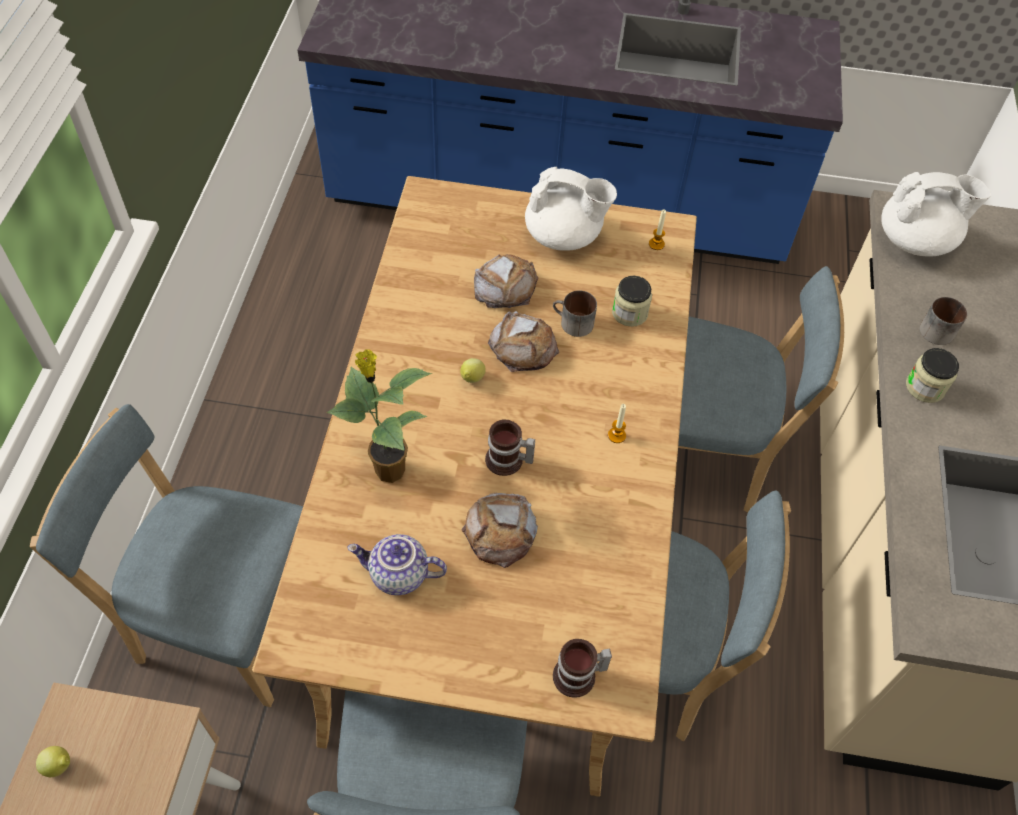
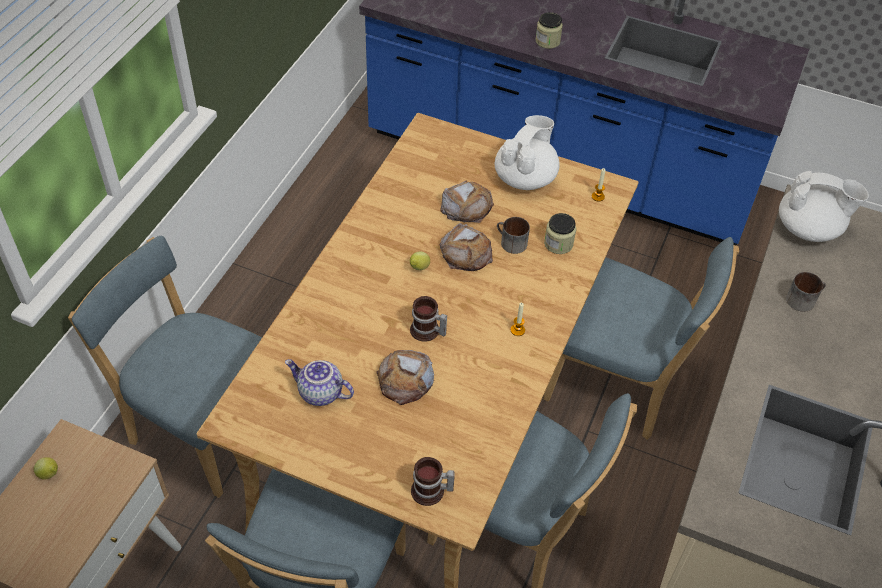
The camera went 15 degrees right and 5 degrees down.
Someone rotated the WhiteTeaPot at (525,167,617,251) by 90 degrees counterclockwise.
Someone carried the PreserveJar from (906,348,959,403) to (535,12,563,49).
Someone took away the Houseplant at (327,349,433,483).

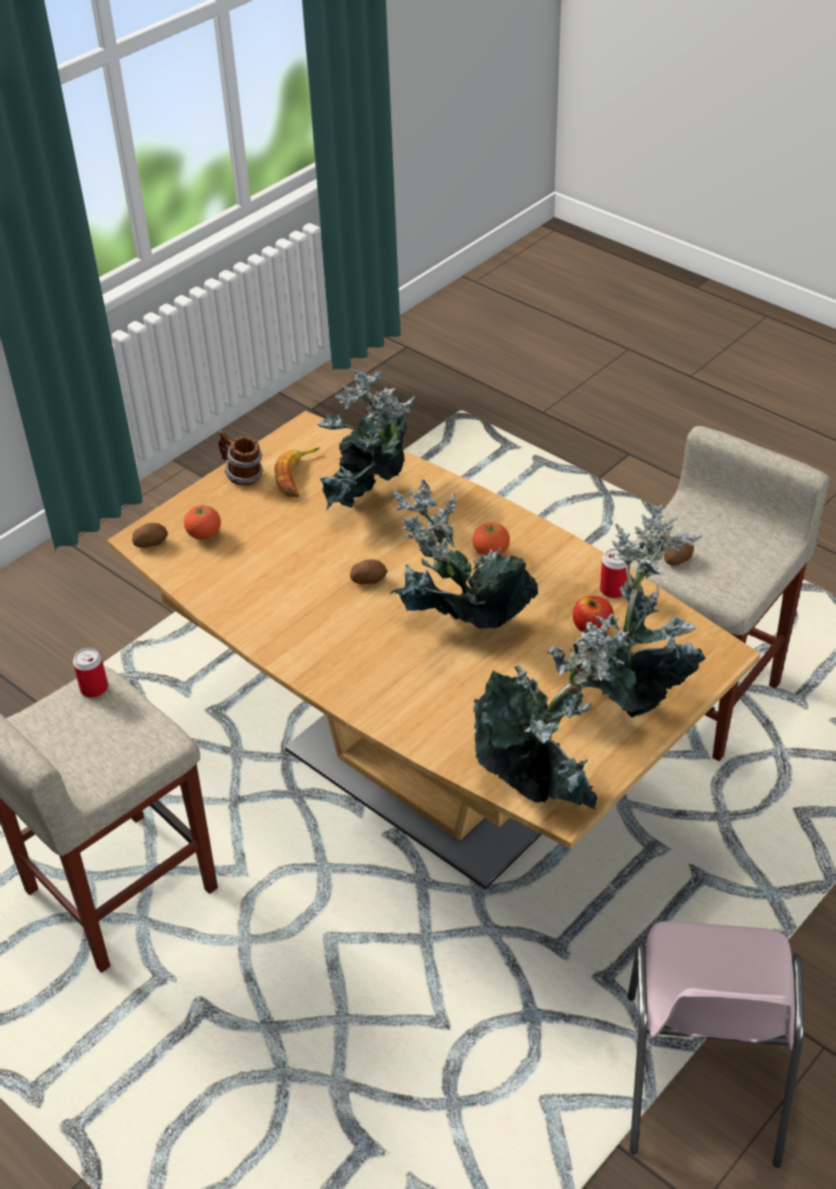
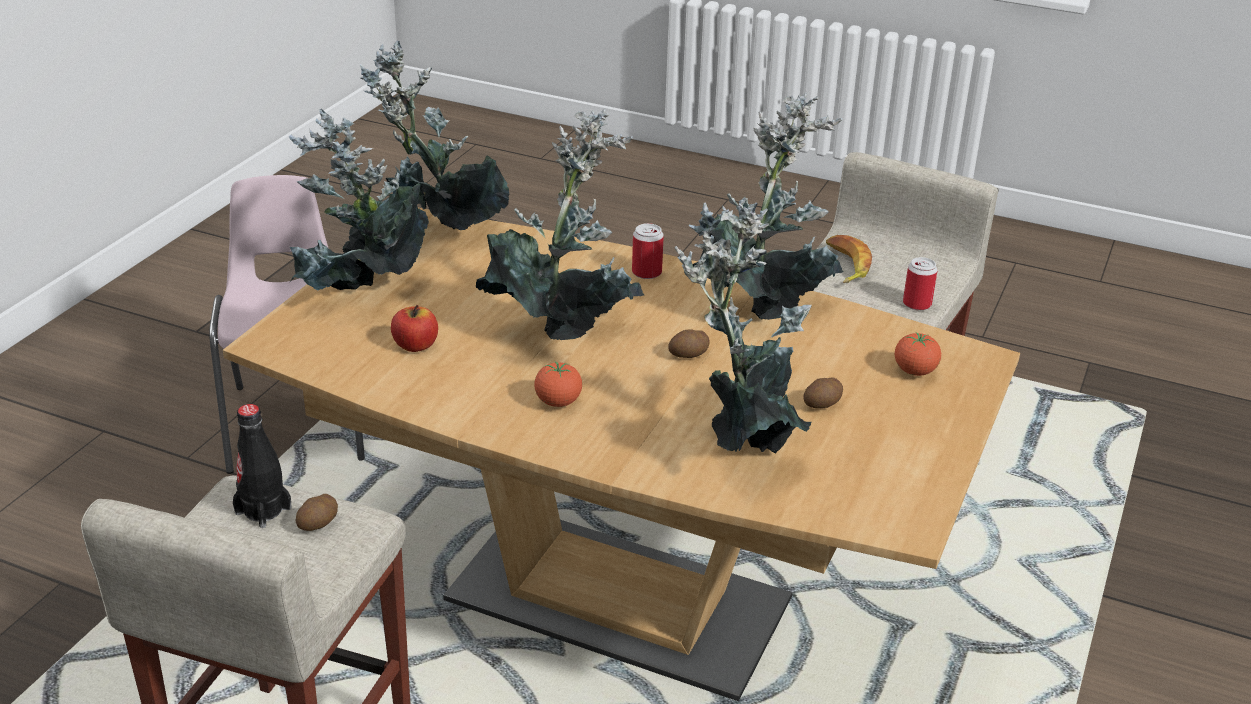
The camera went 160 degrees right and 10 degrees down.
Someone put down the BlackDrinkBottle at (233,404,292,528).
Someone carried the Can from (600,548,630,598) to (632,223,664,279).
Someone put down the Houseplant at (693,93,844,320).
Someone carried the WholePotato from (132,523,168,548) to (803,377,843,408).
Someone carried the WholeBanana from (274,447,319,498) to (826,235,872,283).
Someone took away the CoffeeMug at (218,430,263,485).

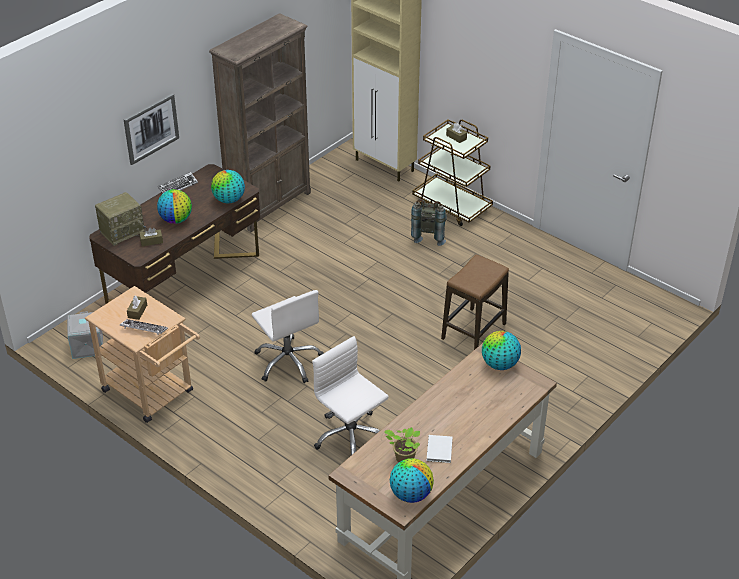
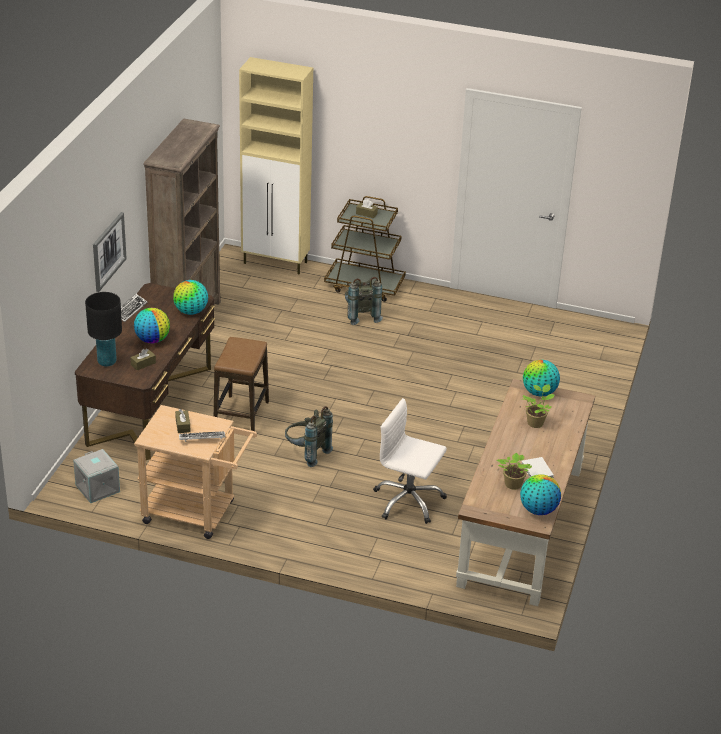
The camera went 25 degrees left and 5 degrees down.
Someone swapped the RadioReceiver at (95,192,147,246) for the BlackLampForATable at (85,292,122,366).
Someone carried the Stool from (441,254,509,350) to (214,337,269,431).
Someone swapped the WhiteDeskChair at (252,290,324,383) for the GrayBackpack at (285,406,333,467).
Someone put down the Houseplant at (522,384,555,428).

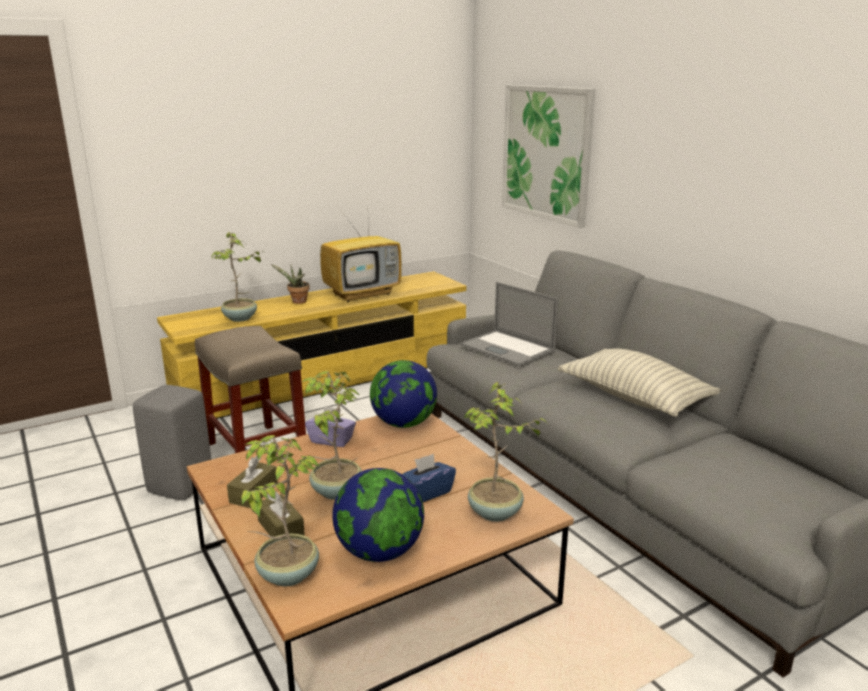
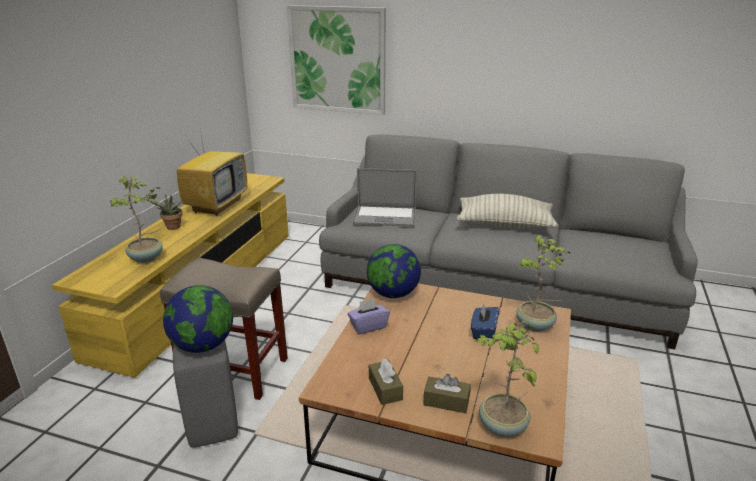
The camera went 40 degrees left and 5 degrees up.
Someone carried the Globe from (332,468,424,562) to (163,285,233,353).
Someone took away the Houseplant at (302,371,362,500).

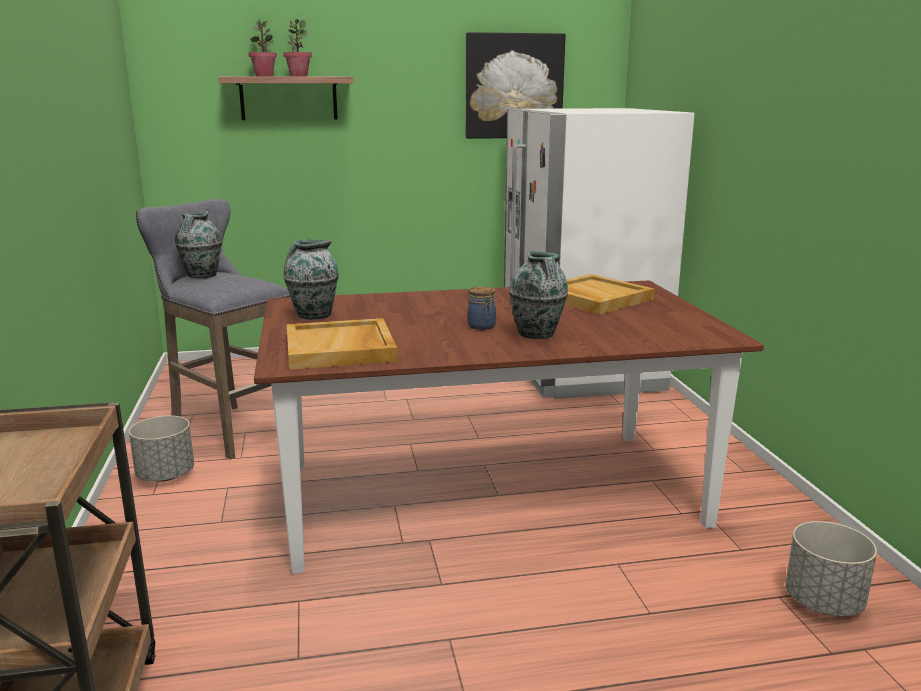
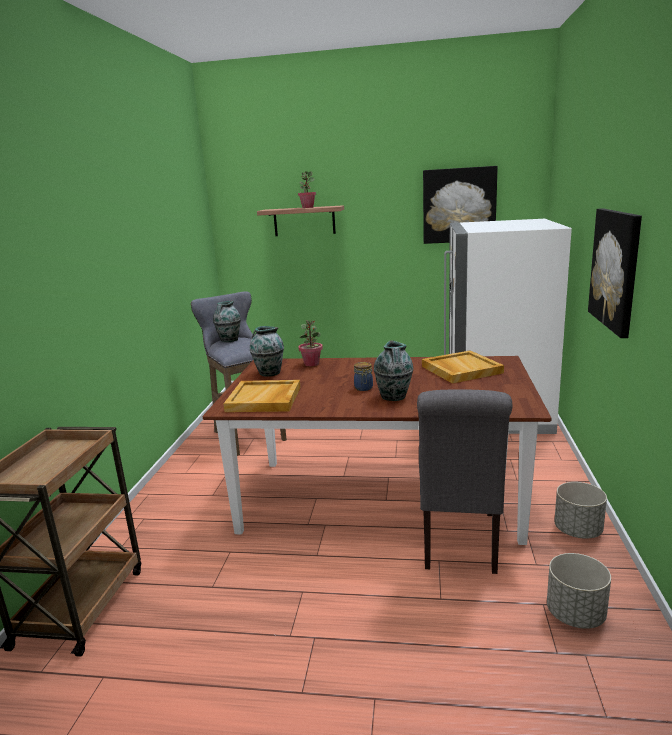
The camera went 20 degrees right and 0 degrees up.
Someone carried the Houseplant from (248,20,277,76) to (298,320,323,366).
Someone put down the GrayUprightChair at (417,389,512,574).
Someone carried the GrayFlowerPot from (129,416,194,482) to (554,482,607,539).
Someone put up the WallPicture at (588,208,642,338).

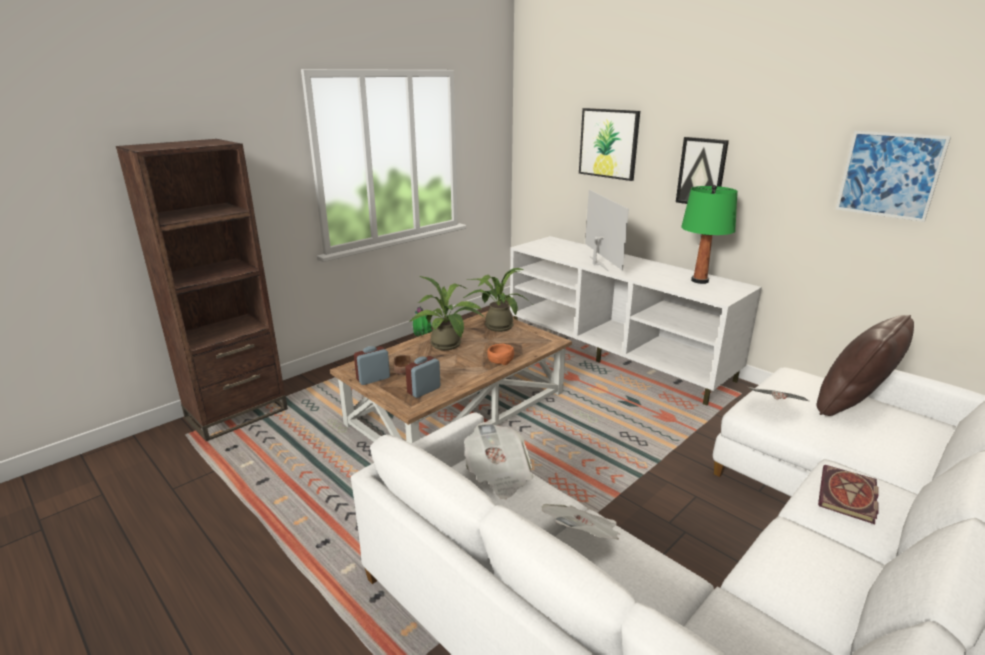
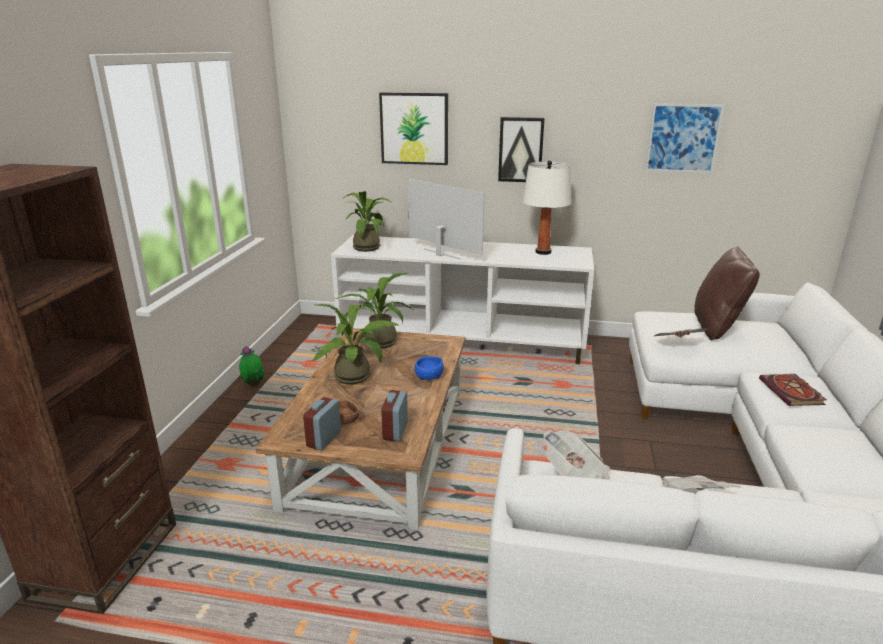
The camera went 35 degrees left and 0 degrees up.
Someone put down the Houseplant at (342,191,391,252).
Someone repainted the OrangeColouredDeepDish at (487,344,514,365), which became the BluishDeepDish at (415,356,444,380).
Someone repainted the GreenishLampForATable at (681,185,738,284), which became the WhiteLampForATable at (522,160,572,255).

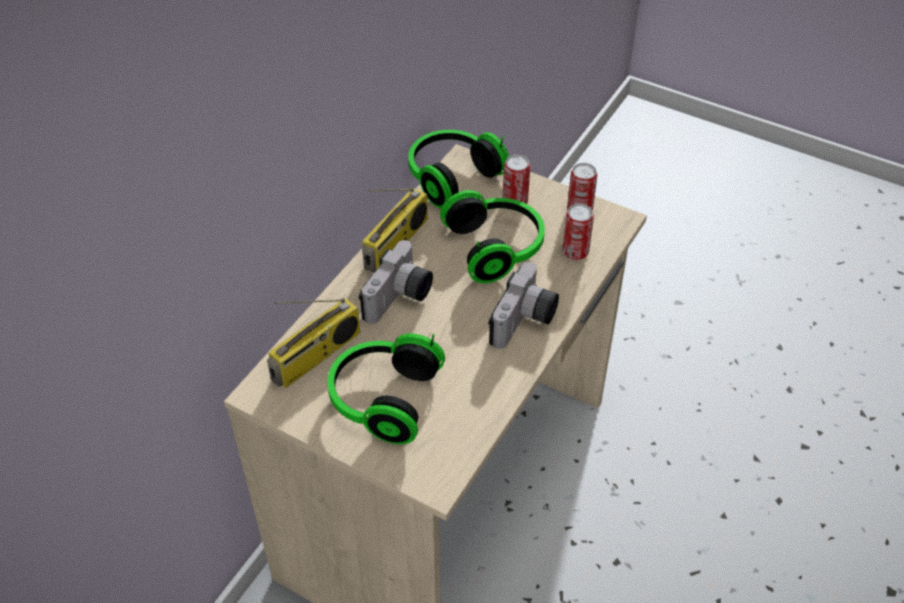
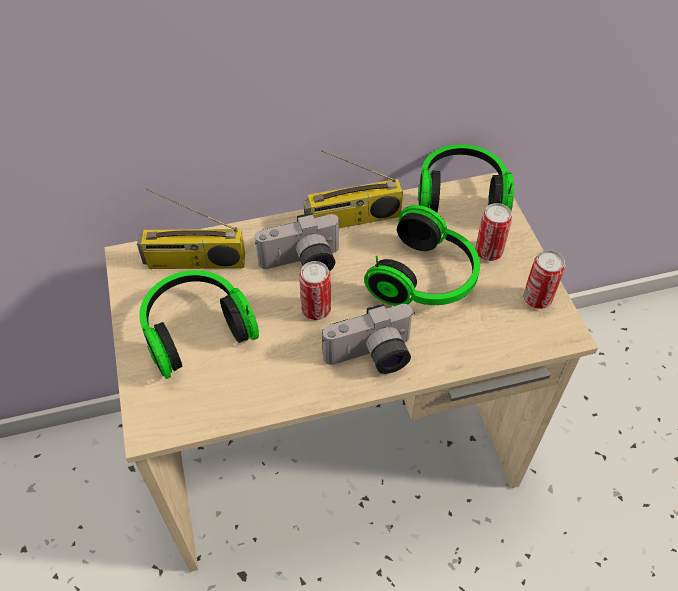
The camera went 45 degrees right and 5 degrees up.
Someone carried the Can from (562,204,594,260) to (299,261,331,320).

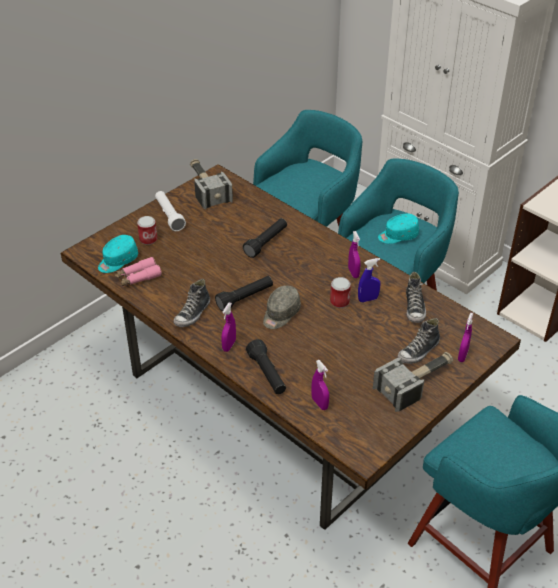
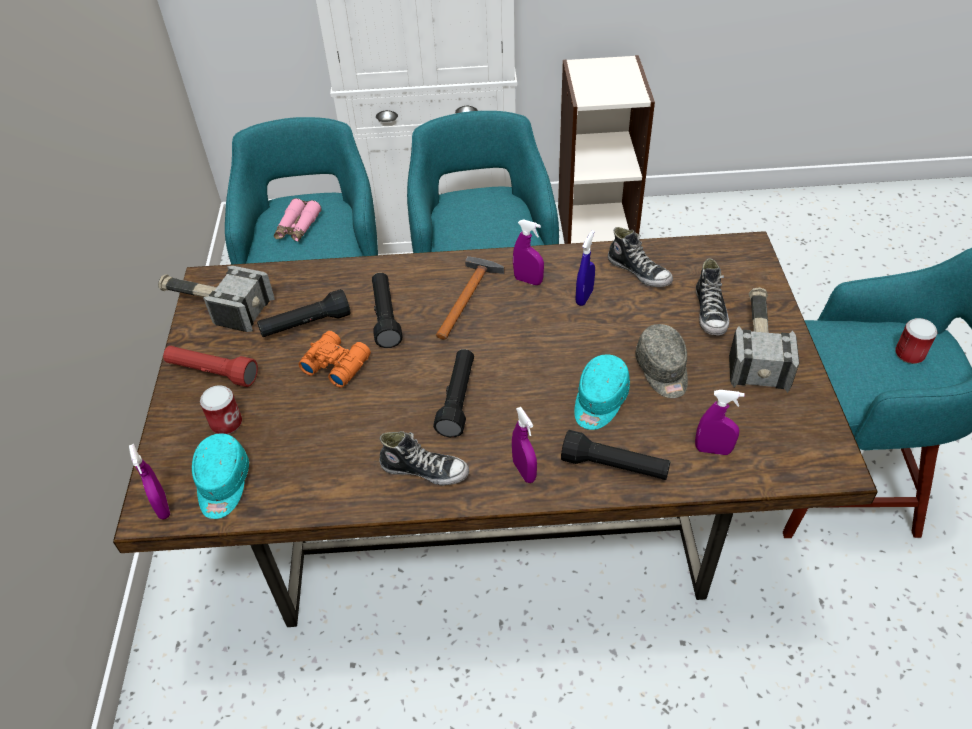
The camera went 45 degrees left and 5 degrees up.
Someone carried the PurpleSprayer from (458,313,473,362) to (129,444,170,520).
Someone repainted the WhiteHandTorch at (155,191,186,231), which became the RedColouredHandTorch at (163,346,258,387).
Someone put down the BlackHandTorch at (257,289,351,337).
Someone carried the PinkColouredFieldGlasses from (114,257,162,287) to (274,198,322,242).
Someone put down the OrangeColouredFieldGlasses at (298,331,371,388).
Someone rotated the ItemOfFootwear at (173,279,210,327) by 60 degrees counterclockwise.
Someone put down the Hammer at (436,256,505,340).
Someone carried the TurquoiseColouredPeakedCap from (378,213,419,244) to (574,354,630,430).
Someone carried the GrayPeakedCap from (263,285,301,329) to (635,324,688,398).
Someone carried the Can from (330,277,351,308) to (895,318,937,364).

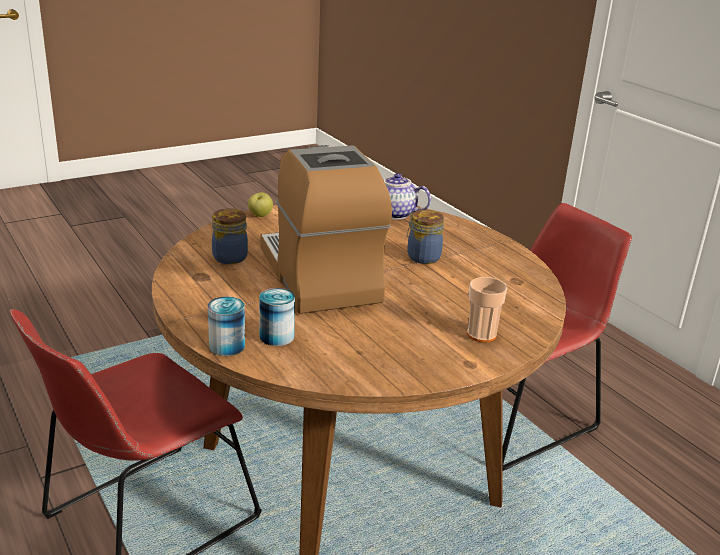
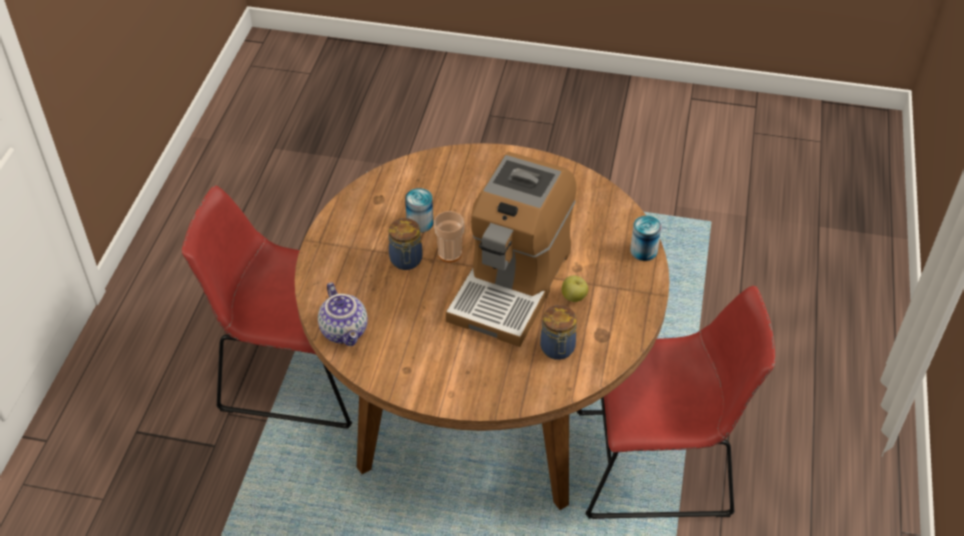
The camera went 135 degrees left and 20 degrees up.
Someone carried the Can from (259,288,295,346) to (405,188,433,233).
Someone carried the DrinkingCup from (467,277,507,342) to (434,211,464,262).
Someone carried the AppleFruit from (248,192,273,217) to (562,275,588,302).

